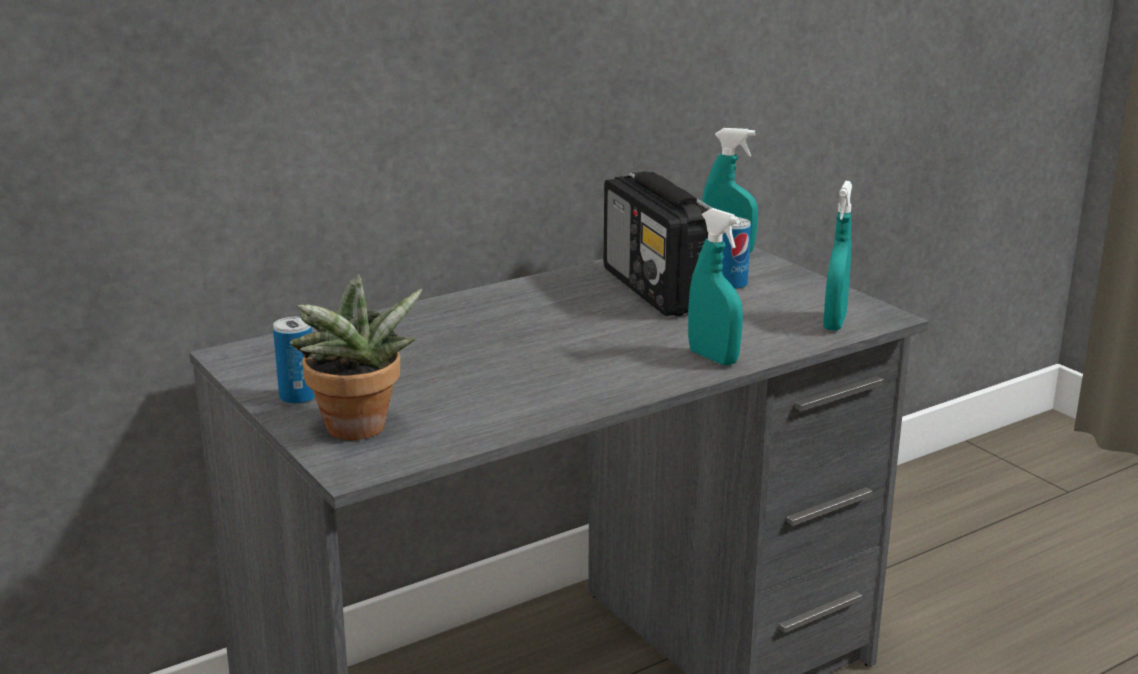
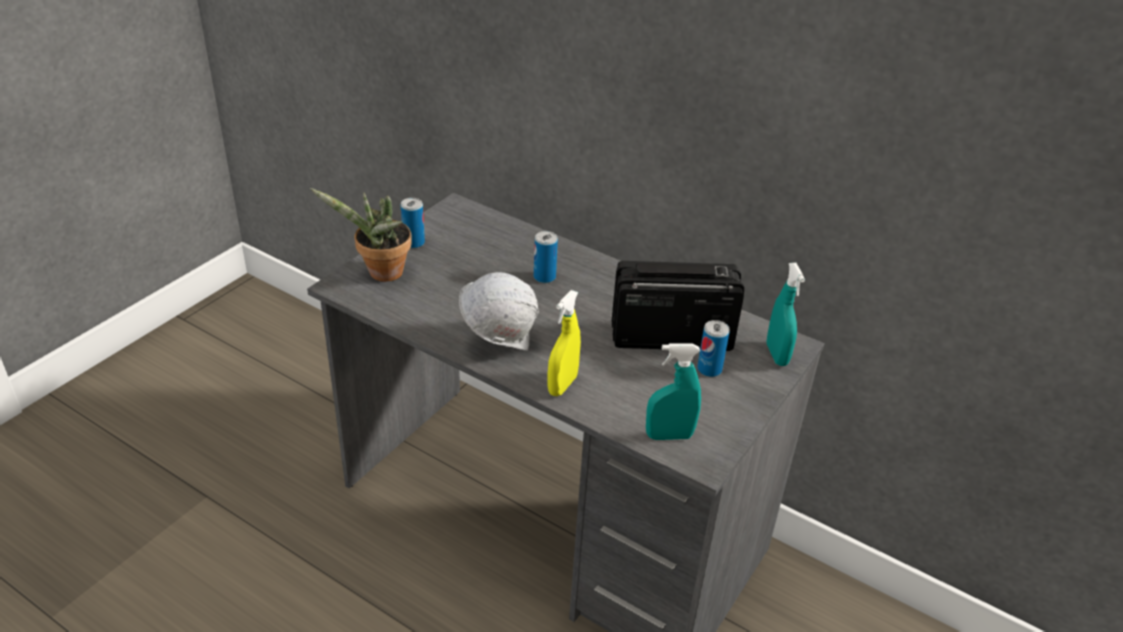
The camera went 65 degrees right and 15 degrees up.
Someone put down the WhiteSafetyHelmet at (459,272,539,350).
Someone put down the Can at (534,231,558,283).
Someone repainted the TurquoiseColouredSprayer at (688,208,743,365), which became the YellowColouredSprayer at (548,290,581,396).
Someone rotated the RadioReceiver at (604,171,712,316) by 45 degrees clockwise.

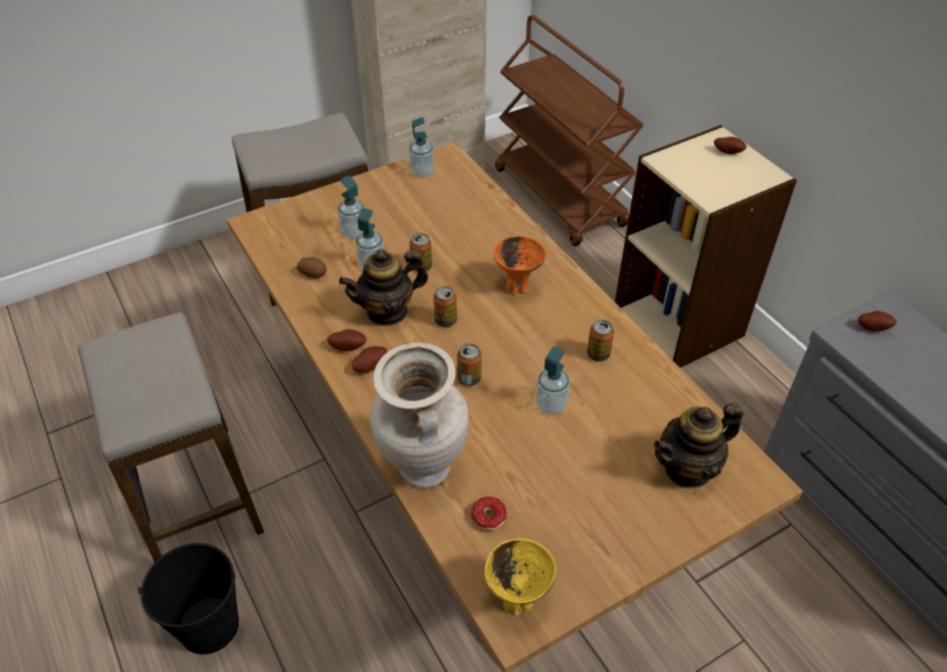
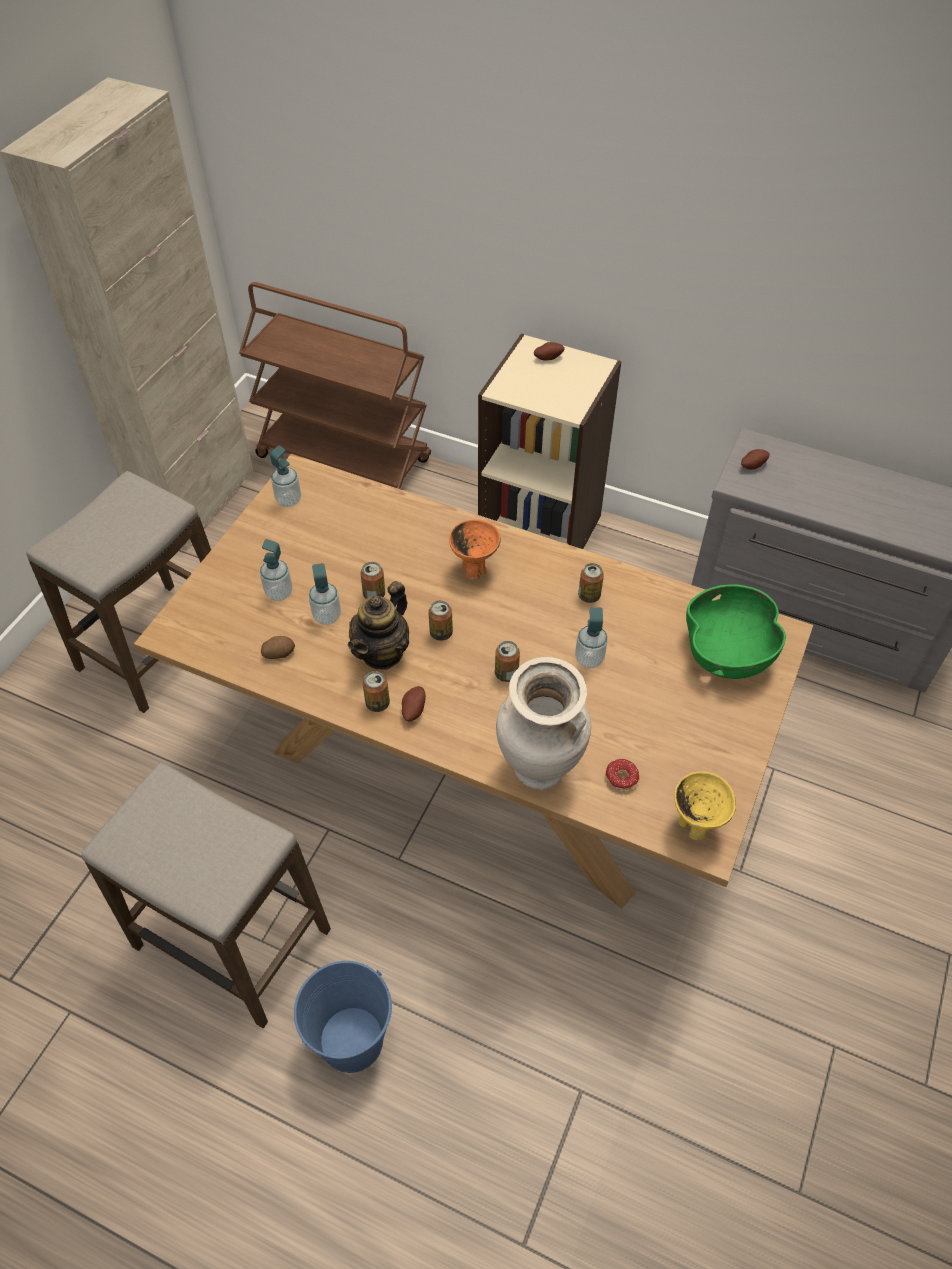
The camera went 35 degrees left and 5 degrees up.
Someone repainted the BlackBucket at (138,543,239,654), which became the BluishBucket at (294,961,392,1073).
Someone swapped the WholePotato at (327,329,367,351) for the Can at (362,671,390,712).
Someone swapped the TeaPot at (654,403,743,488) for the GreenishDeepDish at (686,584,786,679).

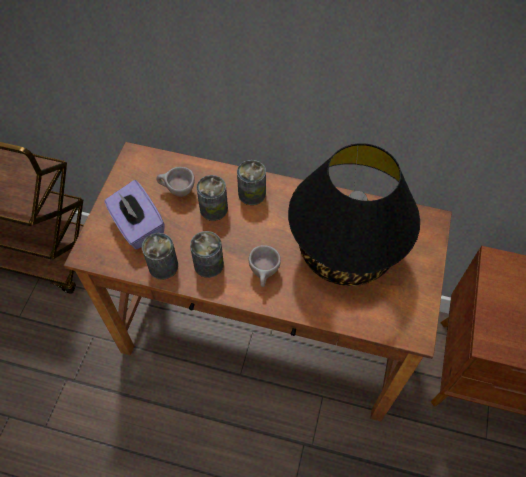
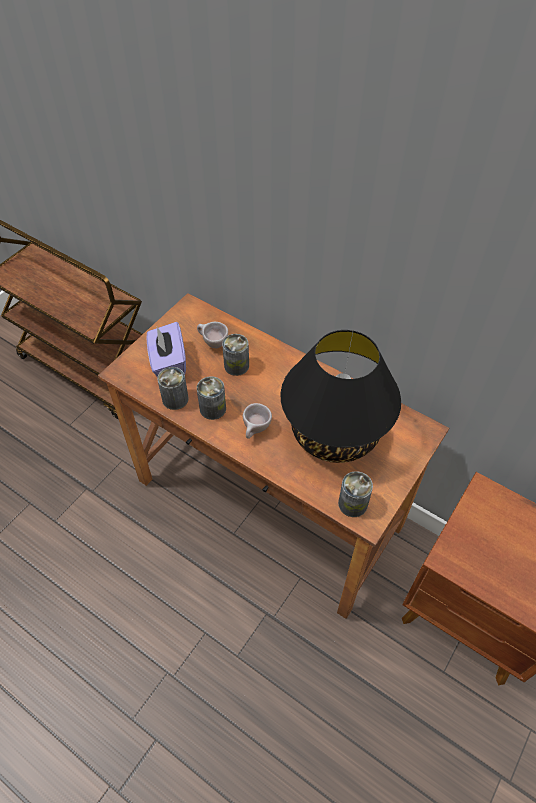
The camera went 20 degrees right and 5 degrees down.
Someone carried the Can from (237,160,266,205) to (338,471,373,517).

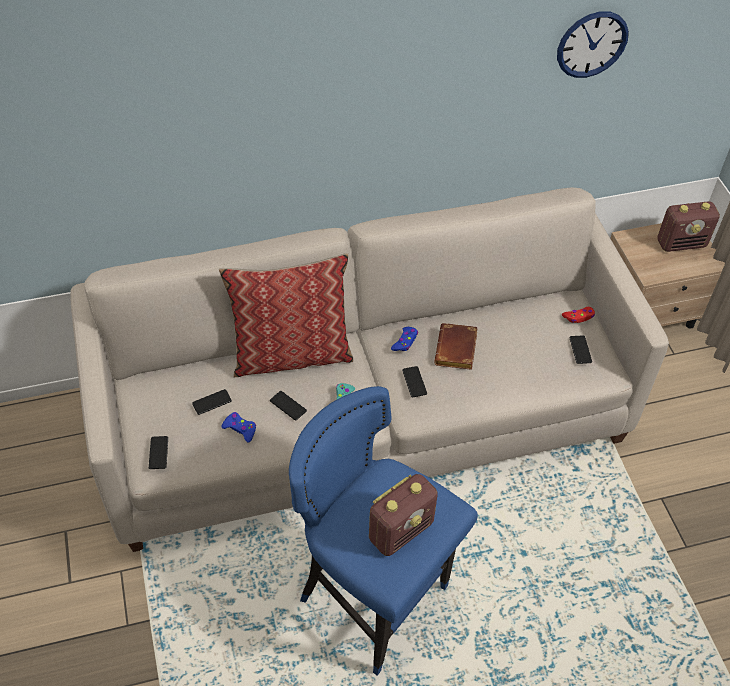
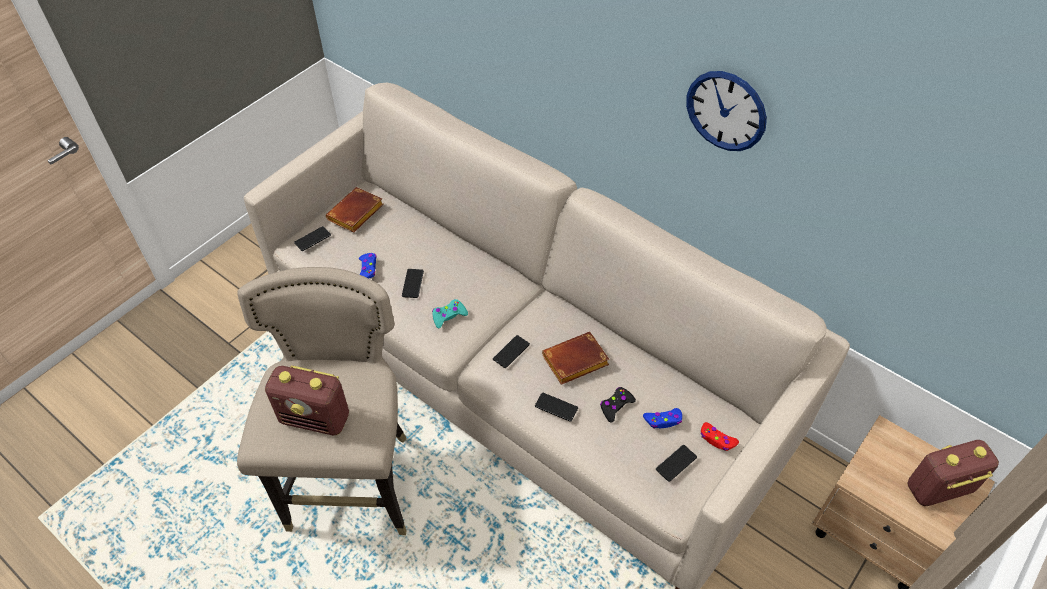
The camera went 55 degrees right and 0 degrees up.
Someone repainted the BluishStool at (289,386,478,676), which became the SandColouredStool at (237,267,407,535).
Someone put down the BrownColouredVolume at (326,187,384,232).
Someone carried the Handset from (192,389,232,415) to (535,393,578,422).
Someone put down the BlackGameController at (600,387,636,423).
Someone carried the BluishGameController from (391,327,418,351) to (643,408,682,429).
Someone carried the ClockOnTheWall from (557,11,629,78) to (686,71,767,151).
Someone rotated the RadioReceiver at (657,201,720,252) by 120 degrees clockwise.
Someone took away the Pillow at (219,253,354,377).

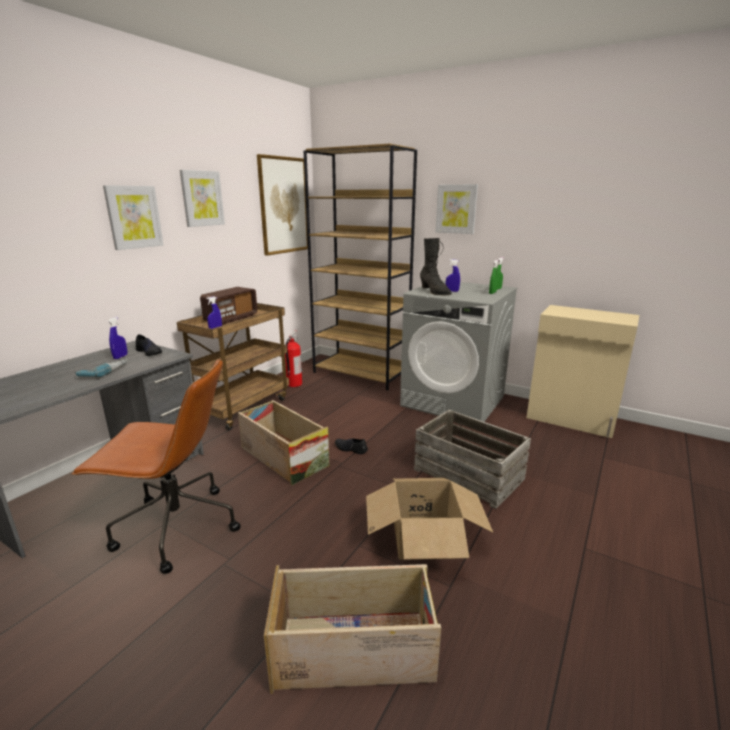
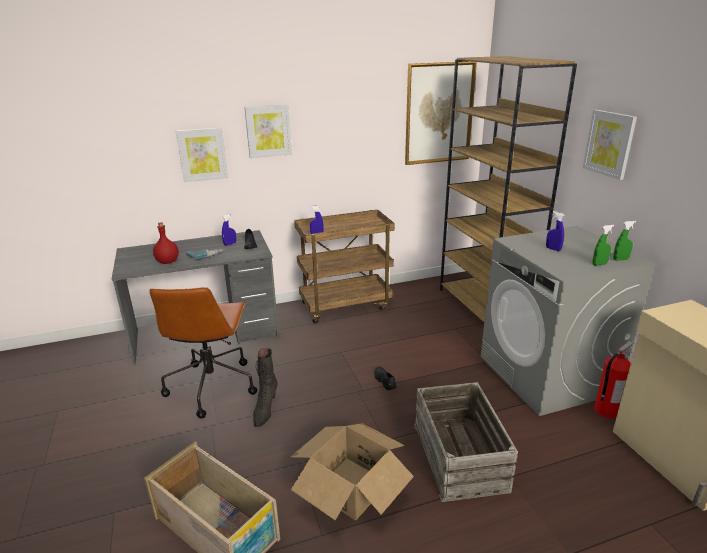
The camera went 40 degrees right and 5 degrees up.
Someone rotated the BrownColouredDeskChair at (71,358,241,574) by 45 degrees clockwise.
Someone put down the RedColouredDrinkBottle at (153,222,179,264).
Someone carried the WallPicture from (180,170,225,227) to (176,127,228,182).
Someone carried the BlackHighTopBoot from (420,238,452,296) to (253,348,278,427).
Someone carried the FireExtinguisher from (285,331,302,387) to (594,341,633,419).
Someone took away the RadioReceiver at (200,287,257,325).
Someone took away the Crate at (238,400,329,486).

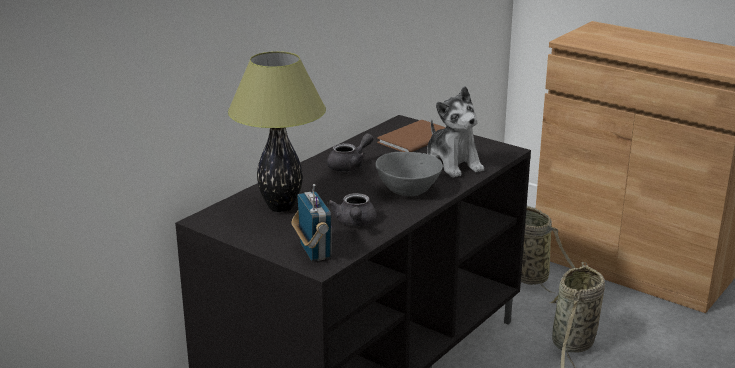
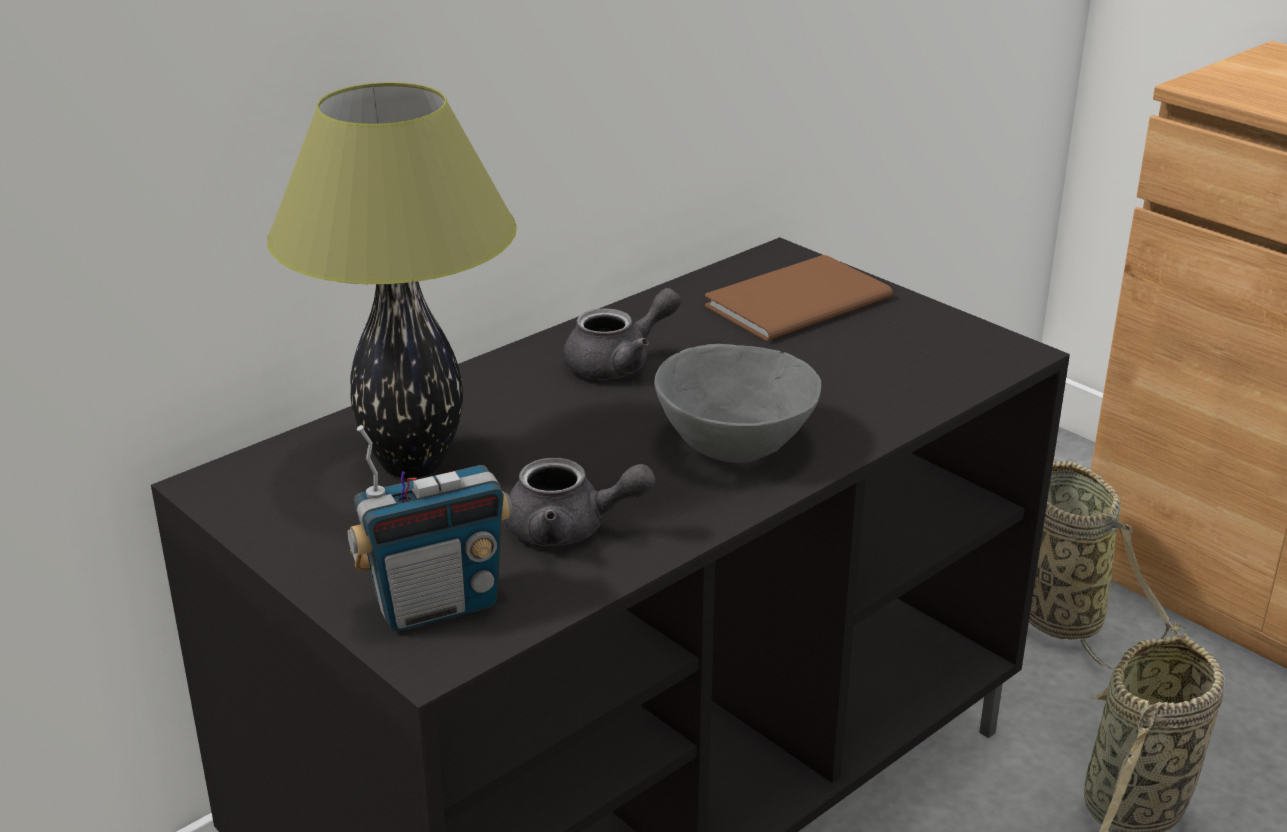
The camera went 10 degrees right and 5 degrees up.
Someone rotated the RadioReceiver at (292,184,332,261) by 75 degrees clockwise.
Someone rotated the GrayTeaPot at (327,193,376,226) by 90 degrees counterclockwise.
Someone took away the CuddlyToy at (427,86,484,178).

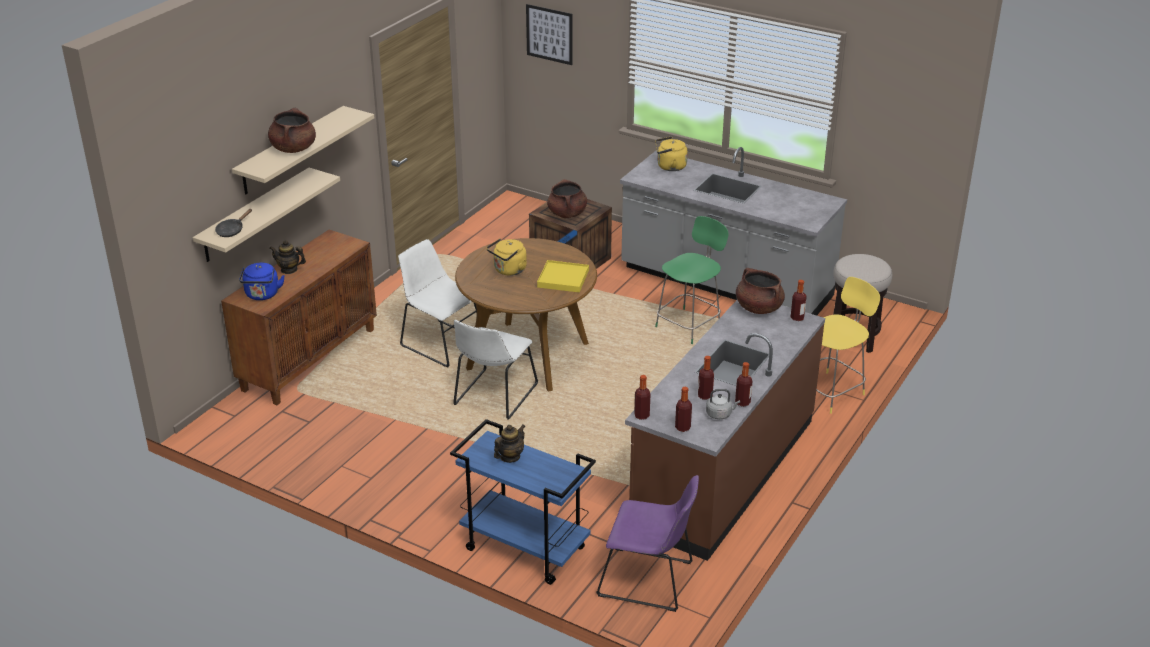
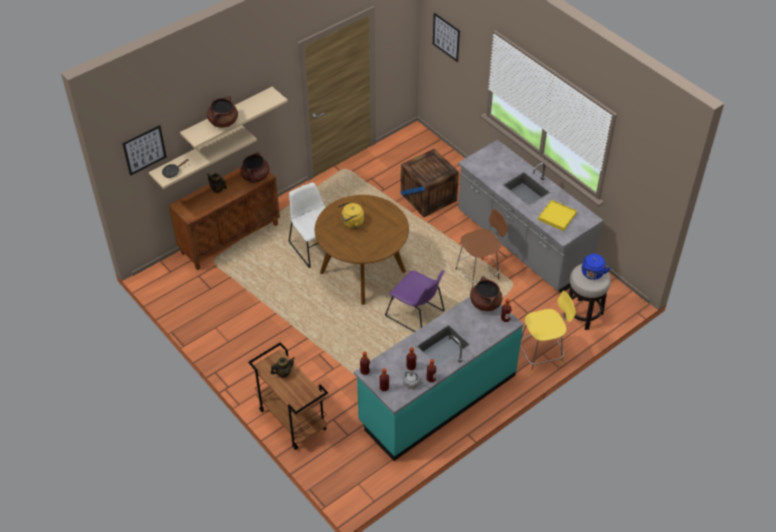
The camera went 20 degrees right and 15 degrees up.
Someone put up the WallPicture at (122,125,167,176).
Someone carried the BrownColouredStockpot from (547,179,587,218) to (241,152,269,183).
Someone repainted the BluishCart at (450,419,596,585), which became the BrownColouredCart at (248,342,328,450).
Someone repainted the BrownColouredCounter at (625,300,825,561), which became the TurquoiseColouredCounter at (354,296,524,461).
Someone carried the PurpleUprightChair from (596,475,699,612) to (385,270,445,332).
Someone repainted the GreenishStool at (655,216,729,344), which became the BrownColouredStool at (455,209,508,290).
Someone carried the YellowColouredServingTray from (537,260,589,293) to (538,200,577,231).
Someone carried the BluishKettle from (239,263,285,300) to (581,254,611,280).
Someone took away the WhiteUprightChair at (453,320,538,420).
Someone took away the YellowColouredKettle at (655,136,688,171).

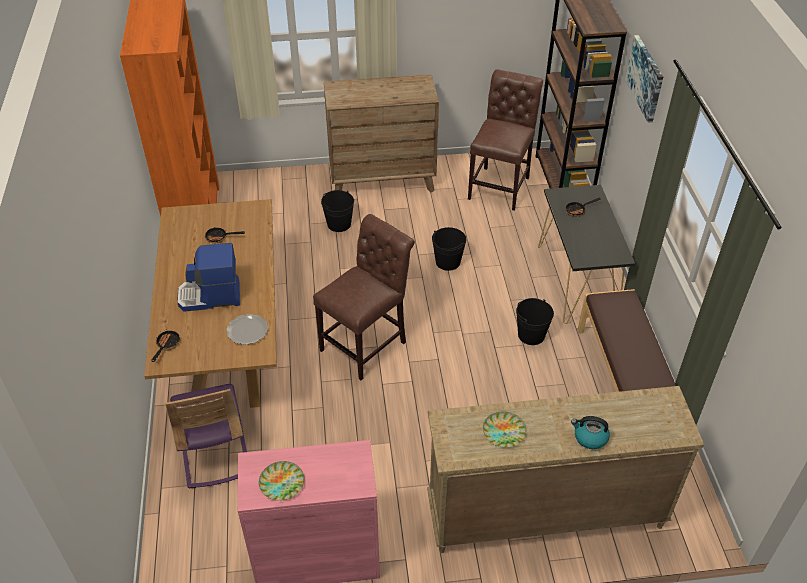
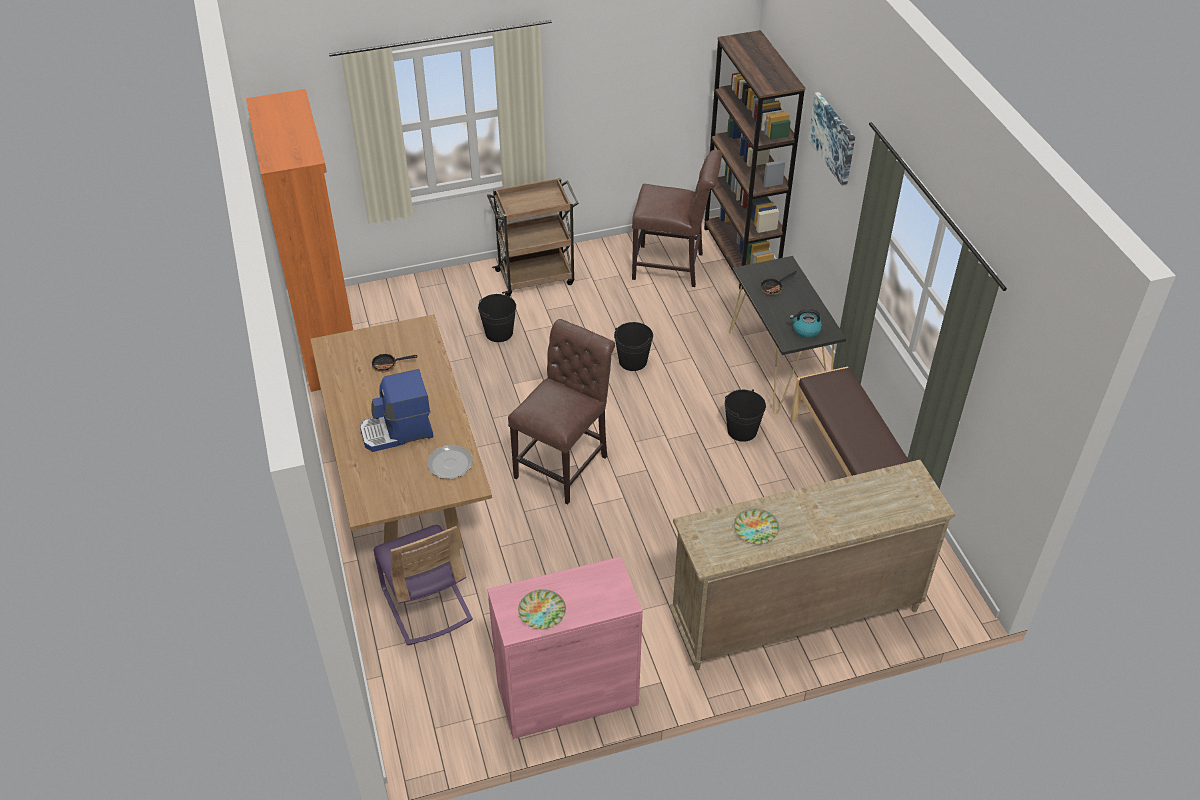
The camera went 10 degrees left and 0 degrees up.
Someone swapped the BrownColouredDrawerChest at (324,74,439,193) for the BrownColouredCart at (487,178,579,297).
Someone rotated the BrownColouredUprightChair at (468,70,543,211) by 90 degrees clockwise.
Someone carried the Kettle from (571,416,610,449) to (790,309,822,338).
Someone took away the Skillet at (151,329,180,362).

